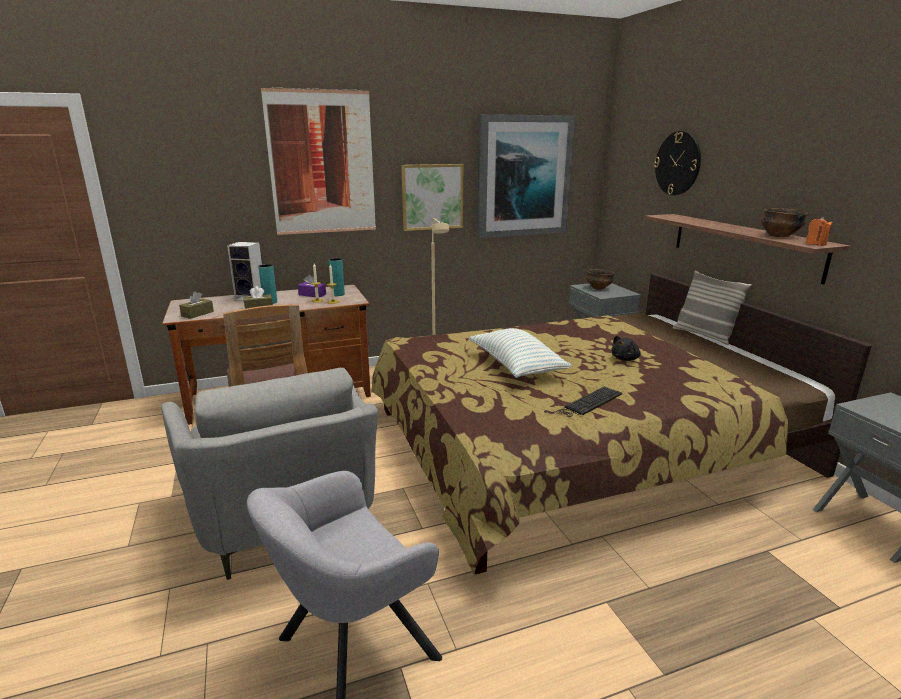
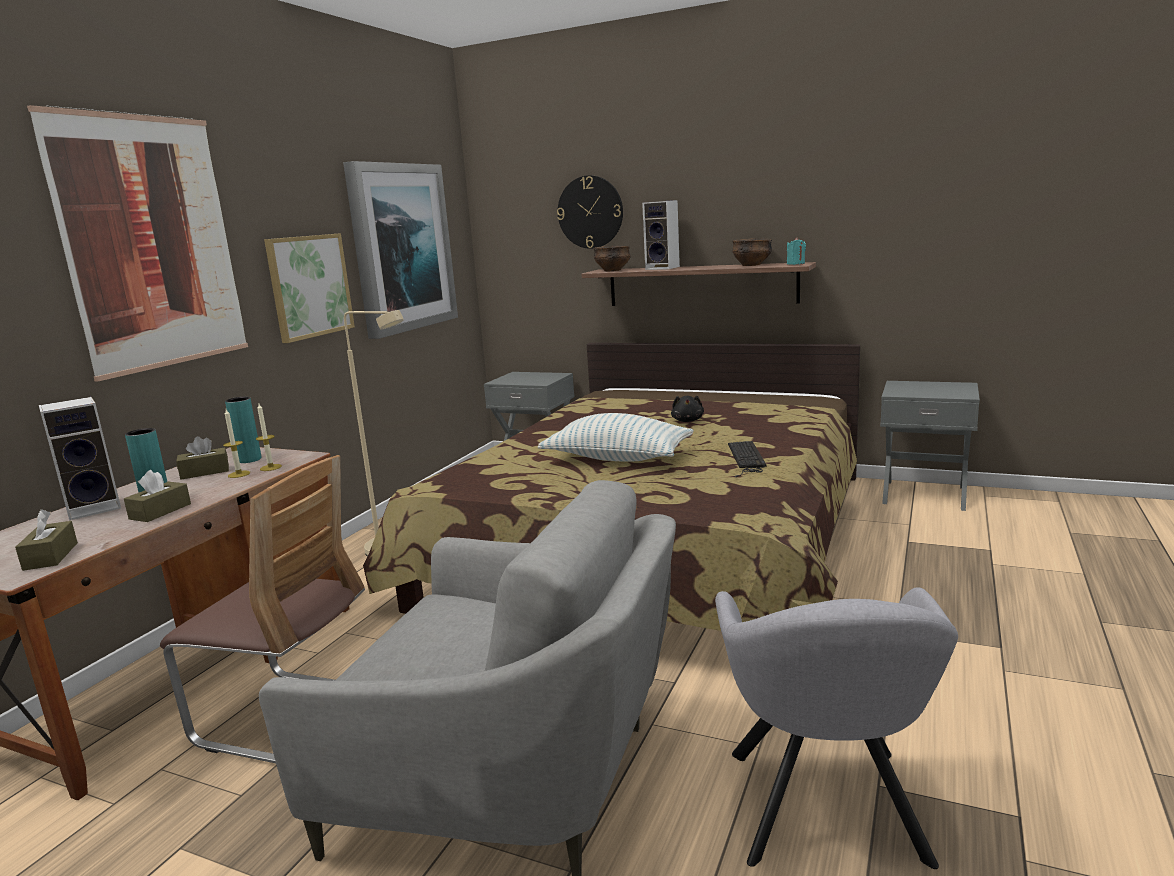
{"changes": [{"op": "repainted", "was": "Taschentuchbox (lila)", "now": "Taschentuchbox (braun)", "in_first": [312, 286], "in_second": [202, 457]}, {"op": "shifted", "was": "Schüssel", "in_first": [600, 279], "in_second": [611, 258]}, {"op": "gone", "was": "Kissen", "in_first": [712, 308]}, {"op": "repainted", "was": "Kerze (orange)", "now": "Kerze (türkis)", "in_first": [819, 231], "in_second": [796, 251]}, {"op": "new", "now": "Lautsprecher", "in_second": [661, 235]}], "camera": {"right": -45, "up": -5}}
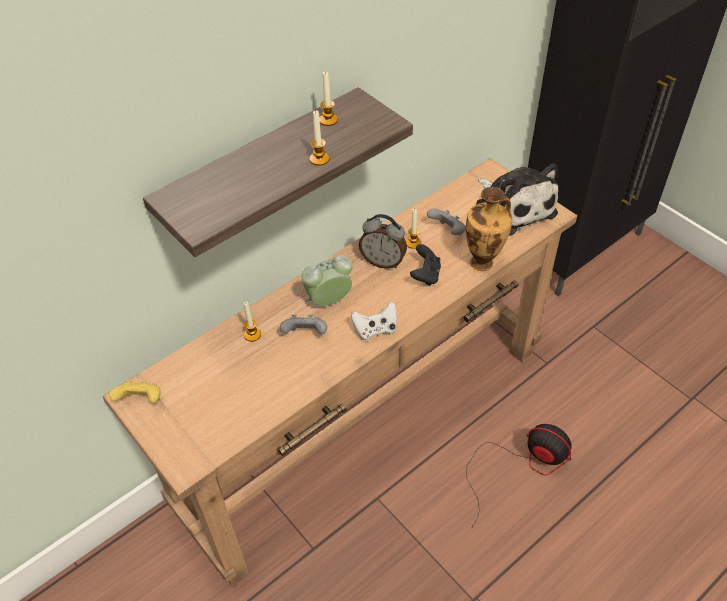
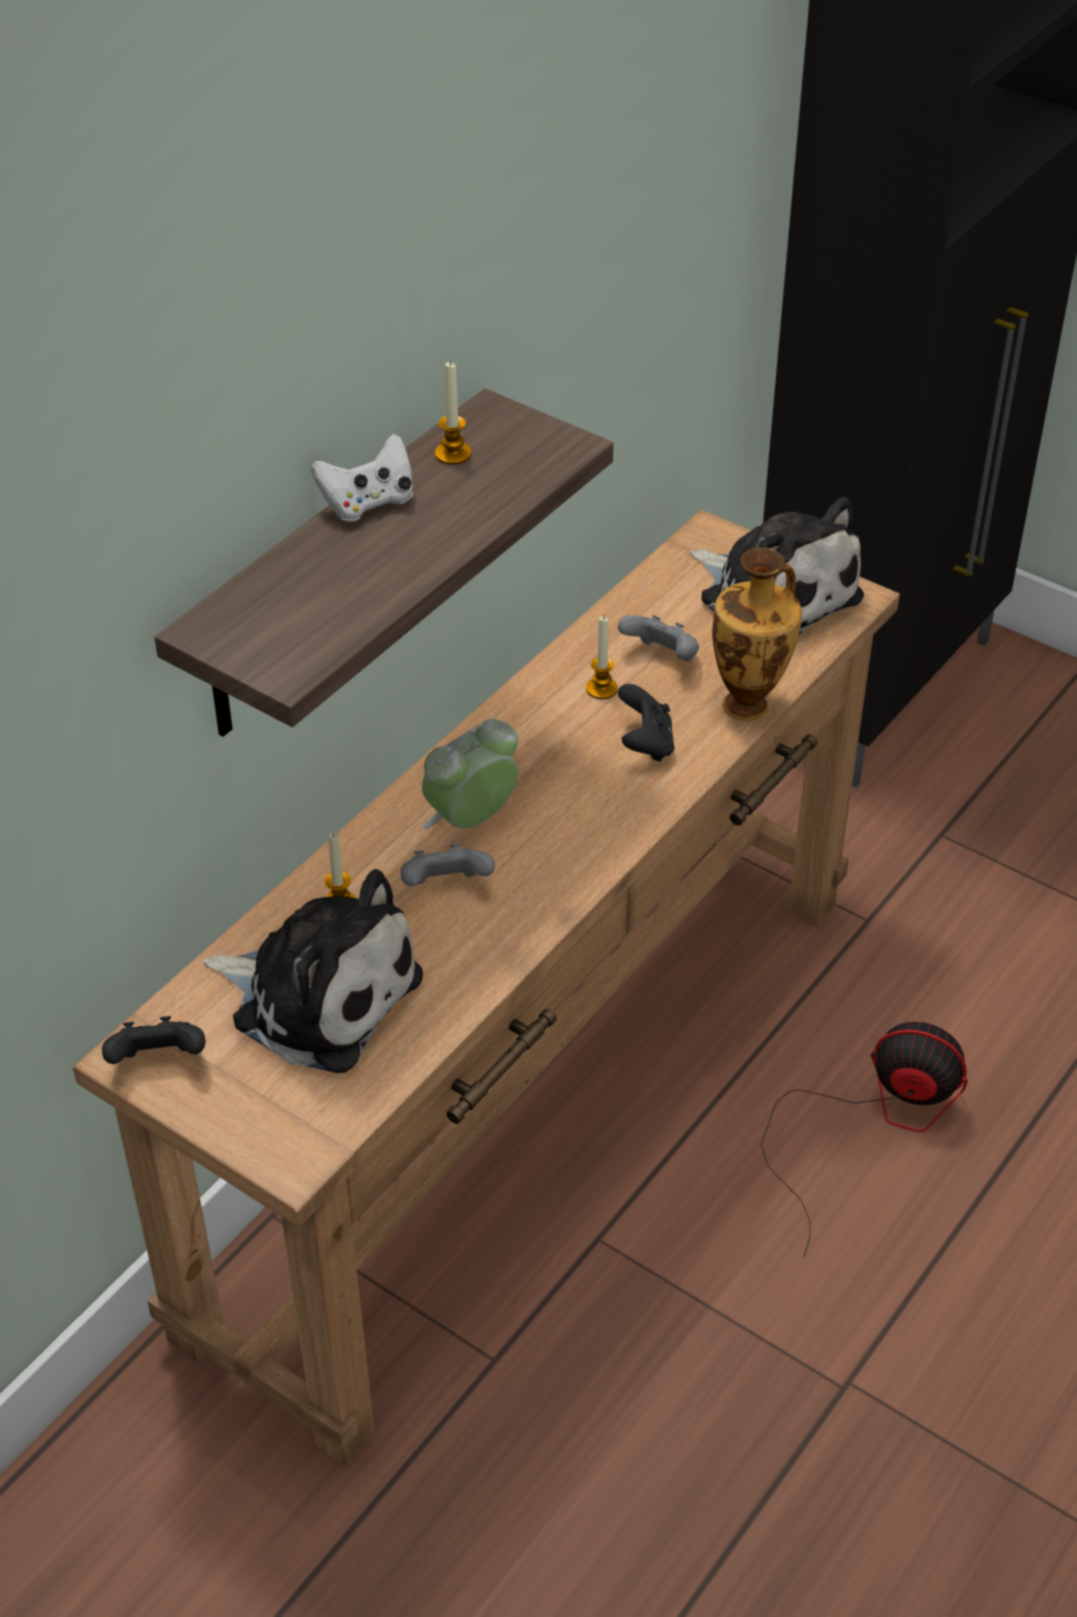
{"changes": [{"op": "repainted", "was": "Gamepad (gelb)", "now": "Gamepad (schwarz)", "in_first": [135, 392], "in_second": [154, 1040]}, {"op": "gone", "was": "Kerze", "in_first": [319, 138]}, {"op": "shifted", "was": "Gamepad (weiß)", "in_first": [374, 321], "in_second": [362, 478]}, {"op": "gone", "was": "Wecker", "in_first": [383, 241]}, {"op": "new", "now": "Plüschtier", "in_second": [313, 971]}], "camera": {"right": -15, "up": -5}}
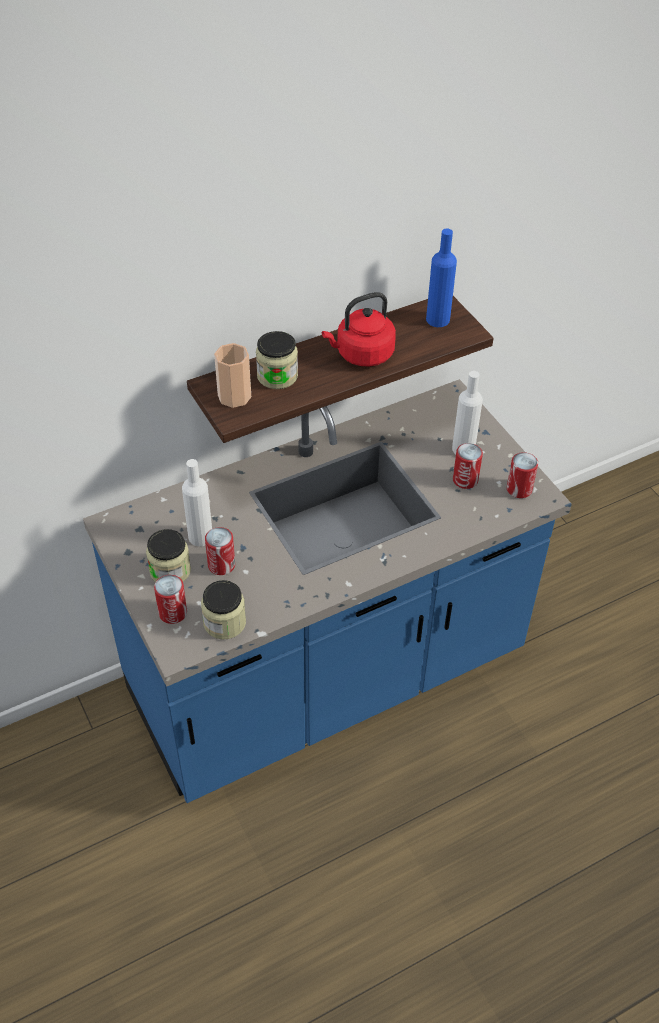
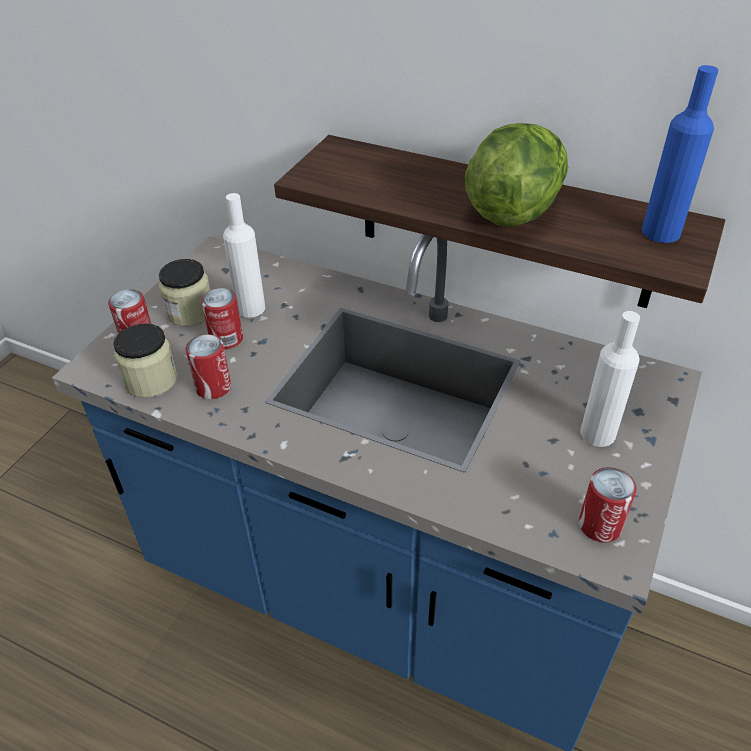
{"changes": [{"op": "gone", "was": "Tasse", "in_first": [232, 375]}, {"op": "gone", "was": "Vorratsglas", "in_first": [277, 360]}, {"op": "swapped", "was": "Wasserkessel (rot)", "now": "Salatkopf", "in_first": [359, 329], "in_second": [516, 175]}, {"op": "shifted", "was": "Dose", "in_first": [468, 466], "in_second": [208, 366]}], "camera": {"right": 55, "up": -5}}
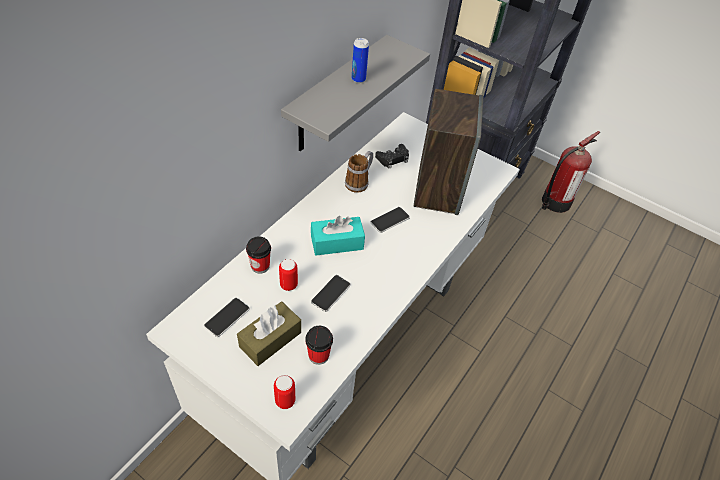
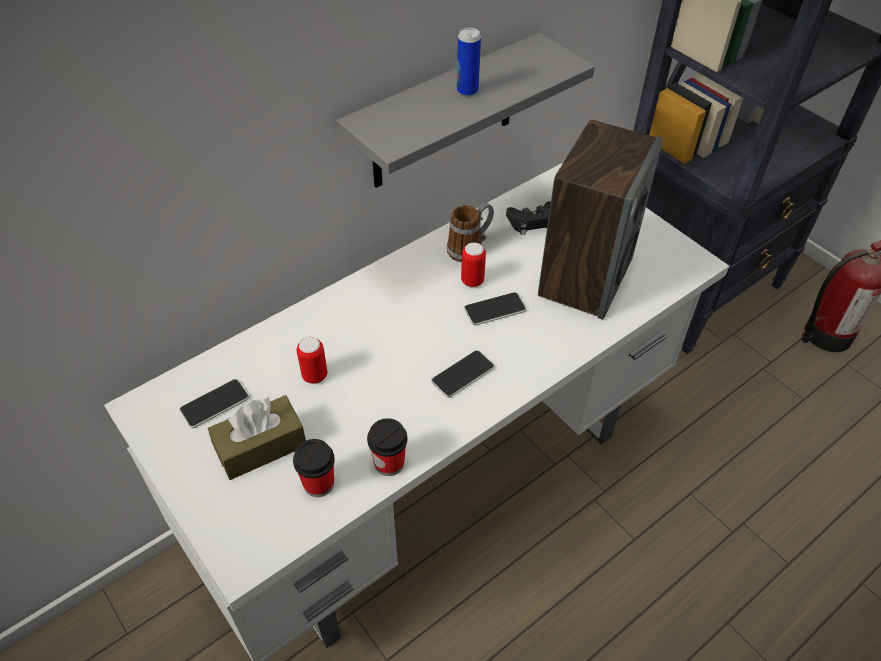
{"changes": [{"op": "shifted", "was": "Tasse", "in_first": [258, 255], "in_second": [387, 447]}, {"op": "shifted", "was": "Dose", "in_first": [284, 392], "in_second": [473, 265]}, {"op": "gone", "was": "Taschentuchbox (türkis)", "in_first": [338, 236]}, {"op": "shifted", "was": "Handy", "in_first": [331, 293], "in_second": [463, 374]}], "camera": {"right": 20, "up": 0}}
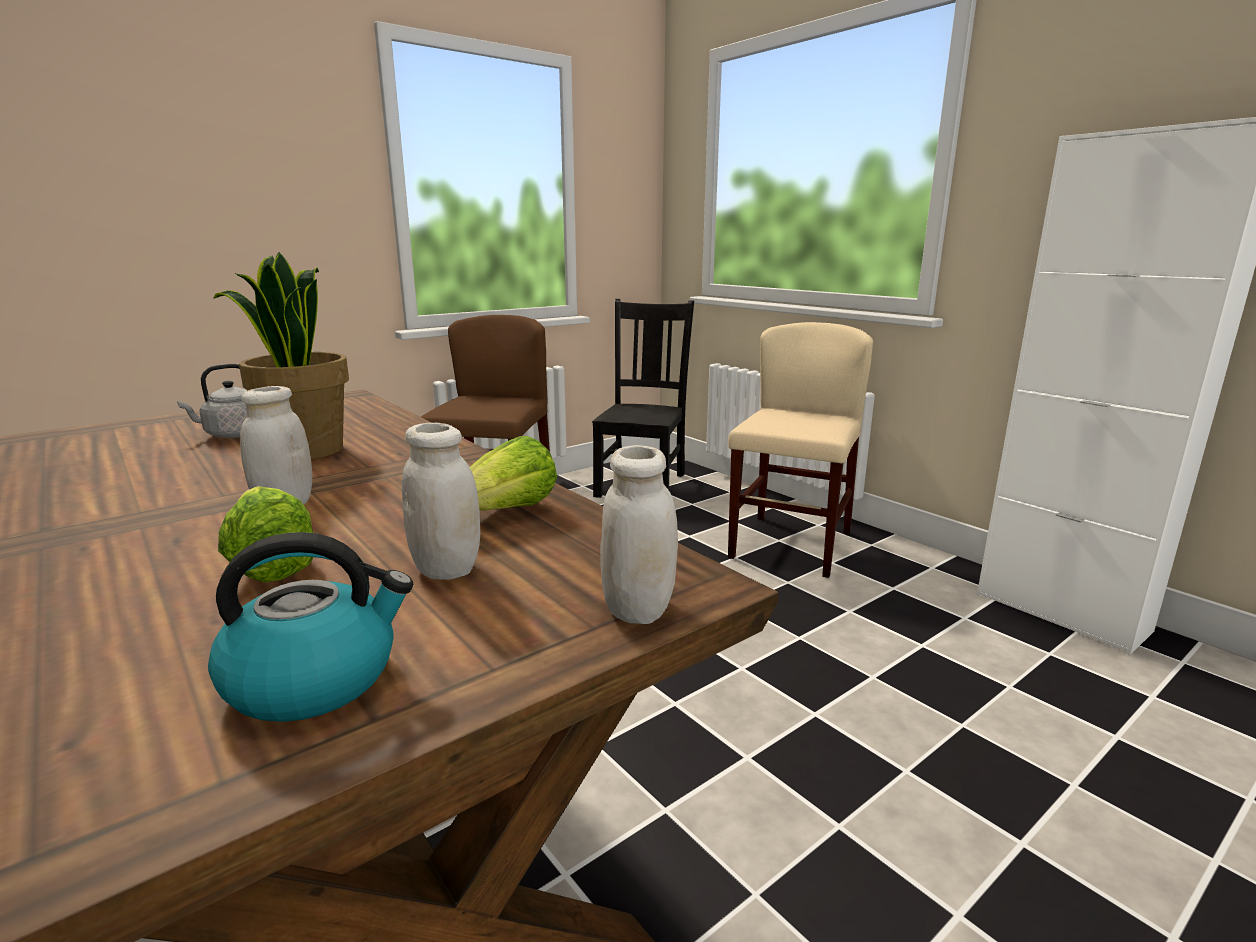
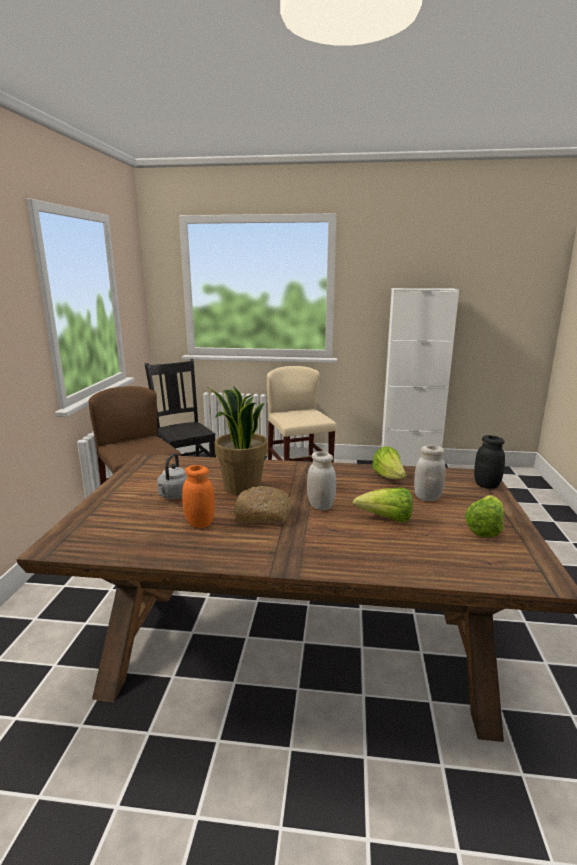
{"changes": [{"op": "swapped", "was": "Wasserkessel", "now": "Salatkopf", "in_first": [310, 627], "in_second": [484, 516]}, {"op": "repainted", "was": "Vorratsglas (weiß)", "now": "Vorratsglas (schwarz)", "in_first": [639, 534], "in_second": [489, 462]}, {"op": "new", "now": "Vorratsglas (orange)", "in_second": [198, 496]}, {"op": "new", "now": "Brot", "in_second": [263, 505]}], "camera": {"right": -45, "up": 0}}
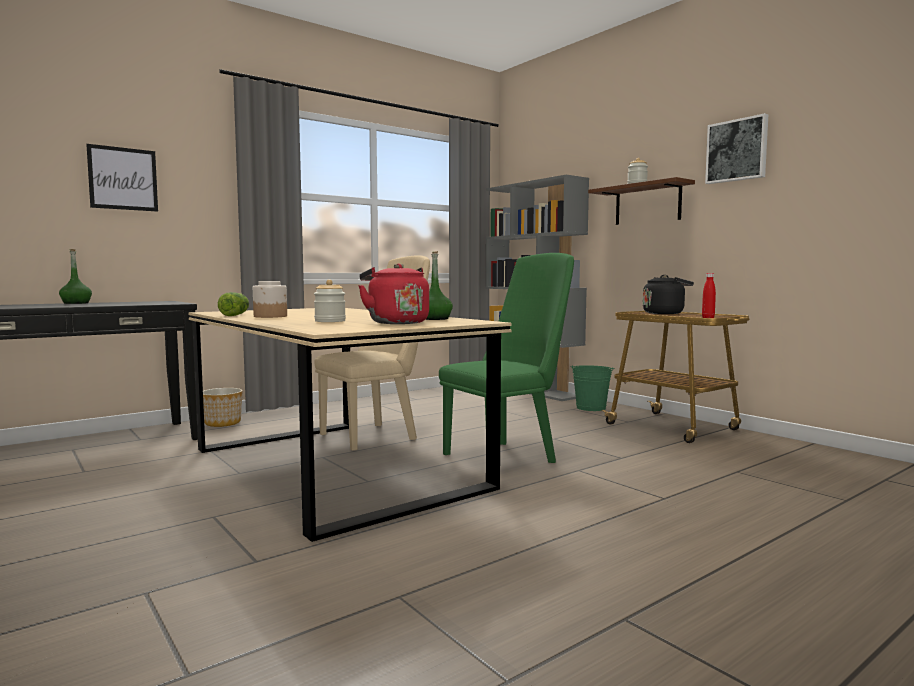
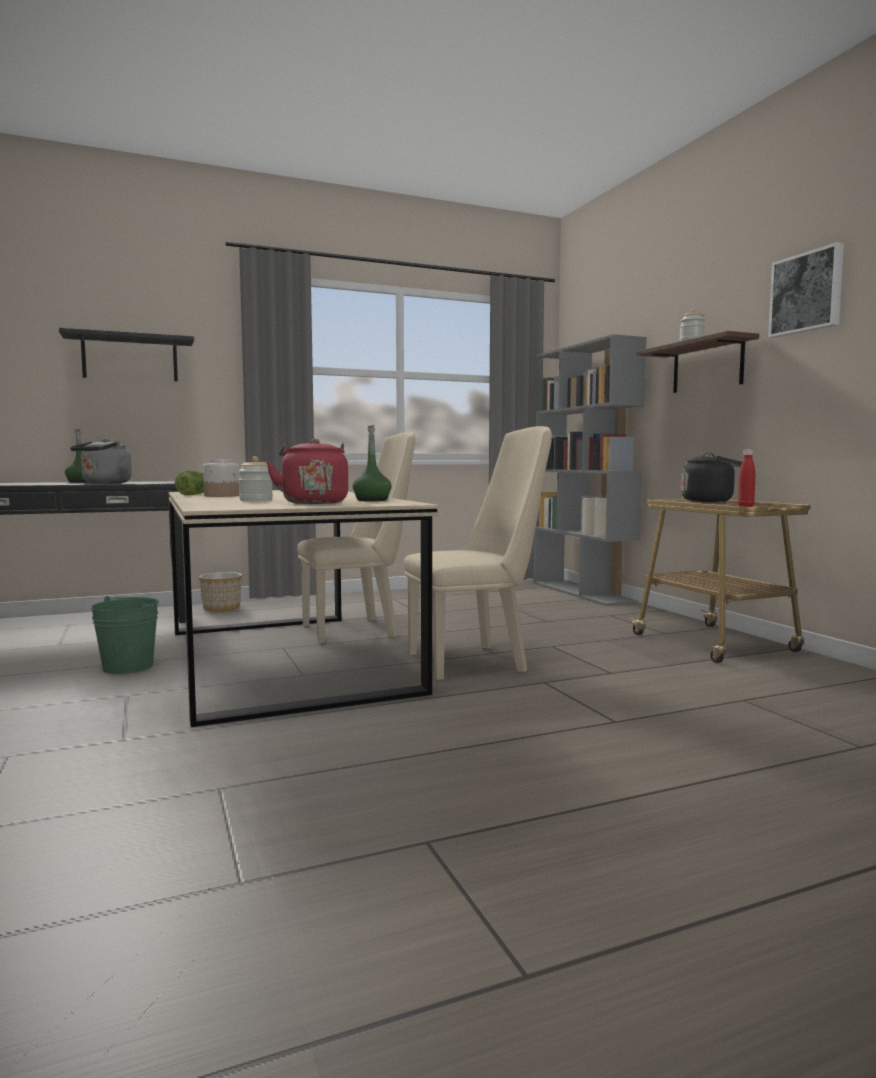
{"changes": [{"op": "swapped", "was": "Bild", "now": "Wandregal (schwarz)", "in_first": [122, 178], "in_second": [126, 354]}, {"op": "repainted", "was": "Stuhl (grün)", "now": "Stuhl (beige)", "in_first": [506, 358], "in_second": [478, 553]}, {"op": "shifted", "was": "Eimer (grün)", "in_first": [593, 388], "in_second": [125, 635]}, {"op": "new", "now": "Wasserkessel (grau)", "in_second": [101, 461]}], "camera": {"right": 15, "up": 0}}
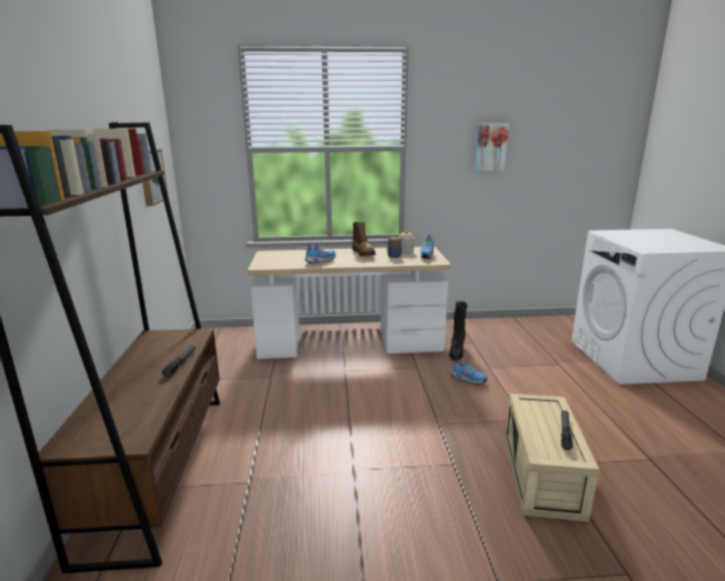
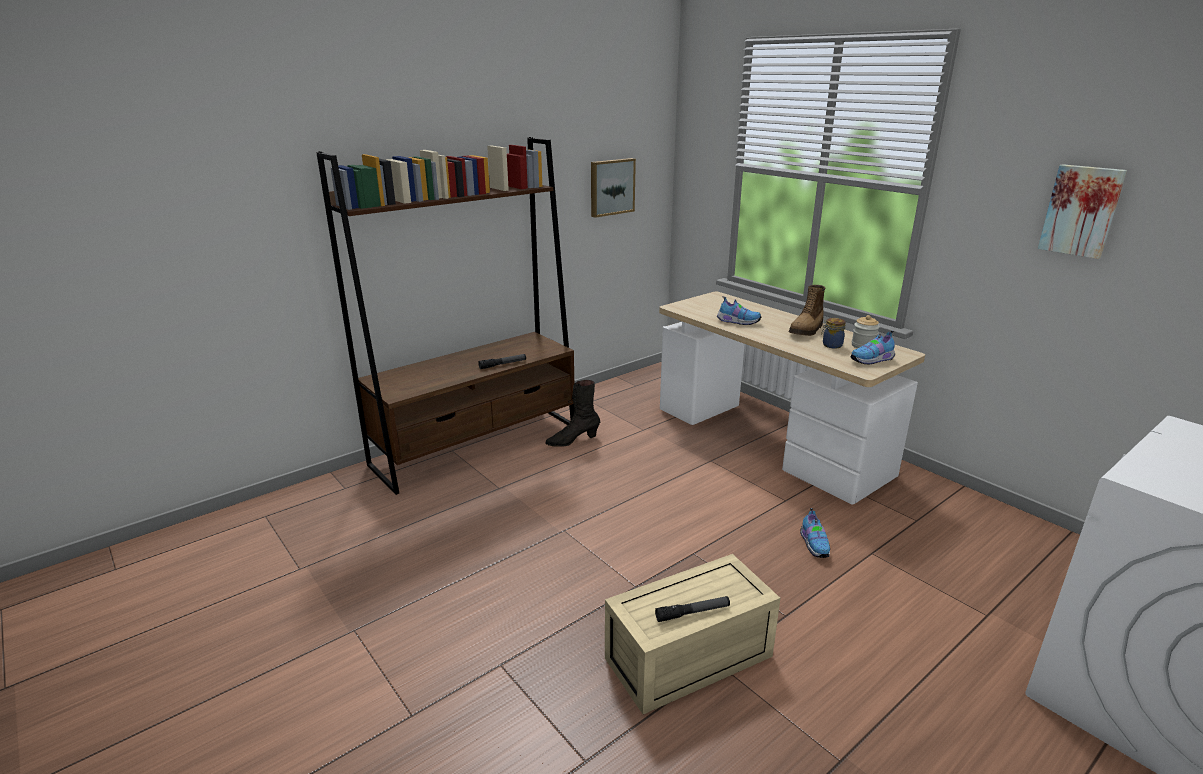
{"changes": [{"op": "shifted", "was": "Stiefel (schwarz)", "in_first": [458, 331], "in_second": [572, 413]}], "camera": {"right": 55, "up": 5}}
